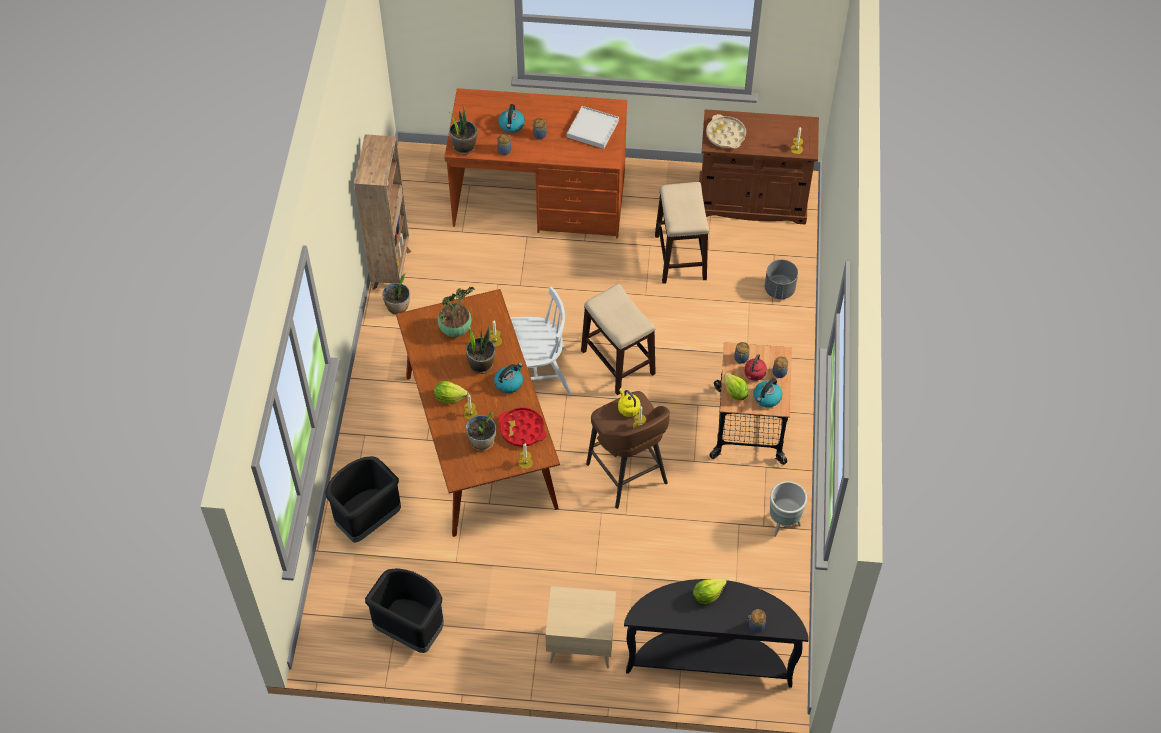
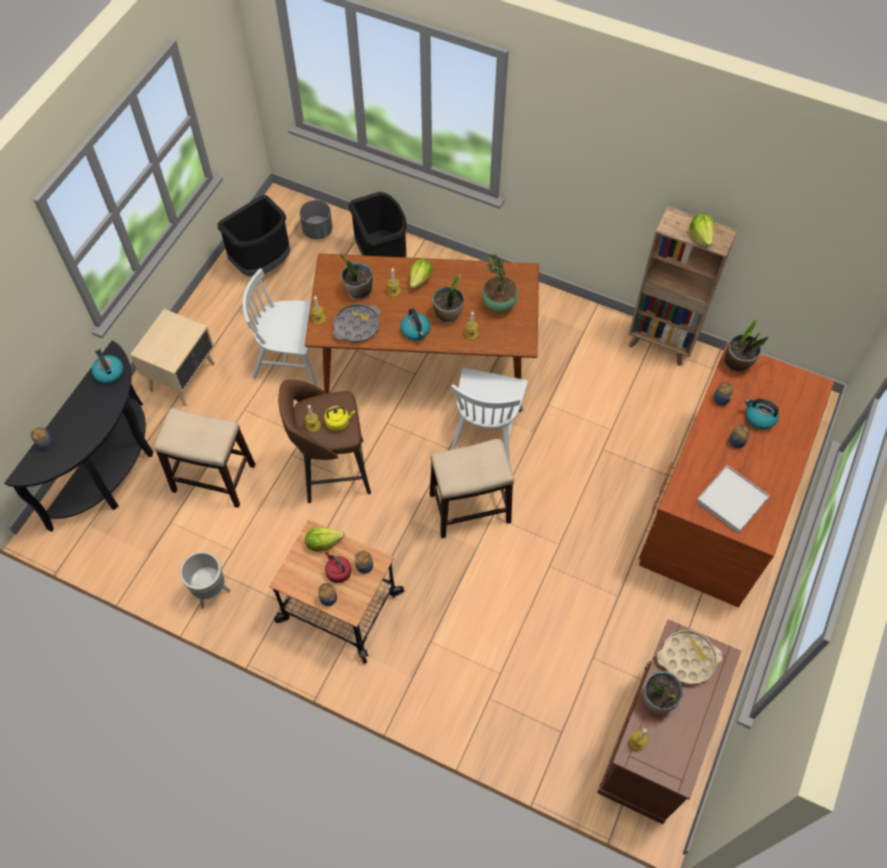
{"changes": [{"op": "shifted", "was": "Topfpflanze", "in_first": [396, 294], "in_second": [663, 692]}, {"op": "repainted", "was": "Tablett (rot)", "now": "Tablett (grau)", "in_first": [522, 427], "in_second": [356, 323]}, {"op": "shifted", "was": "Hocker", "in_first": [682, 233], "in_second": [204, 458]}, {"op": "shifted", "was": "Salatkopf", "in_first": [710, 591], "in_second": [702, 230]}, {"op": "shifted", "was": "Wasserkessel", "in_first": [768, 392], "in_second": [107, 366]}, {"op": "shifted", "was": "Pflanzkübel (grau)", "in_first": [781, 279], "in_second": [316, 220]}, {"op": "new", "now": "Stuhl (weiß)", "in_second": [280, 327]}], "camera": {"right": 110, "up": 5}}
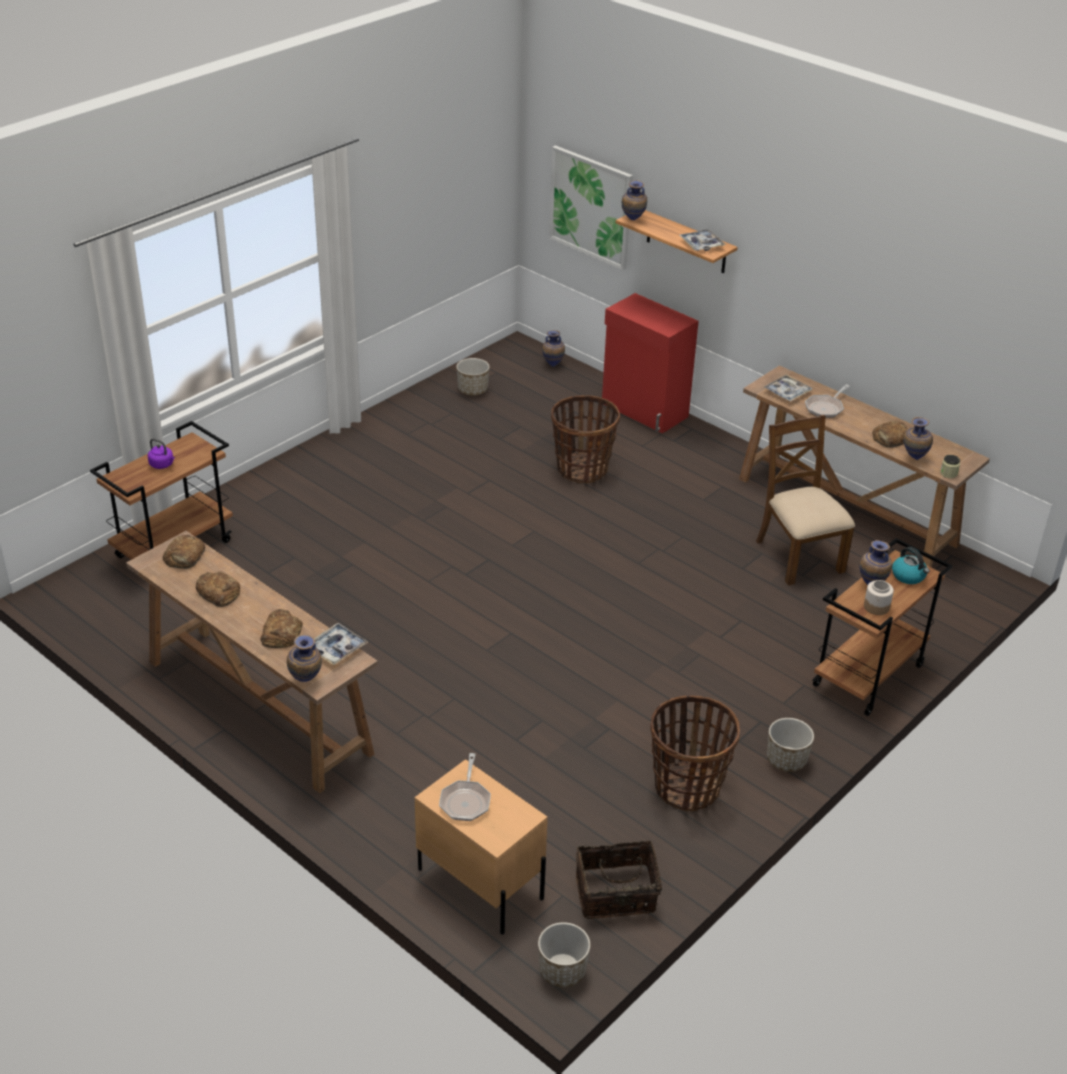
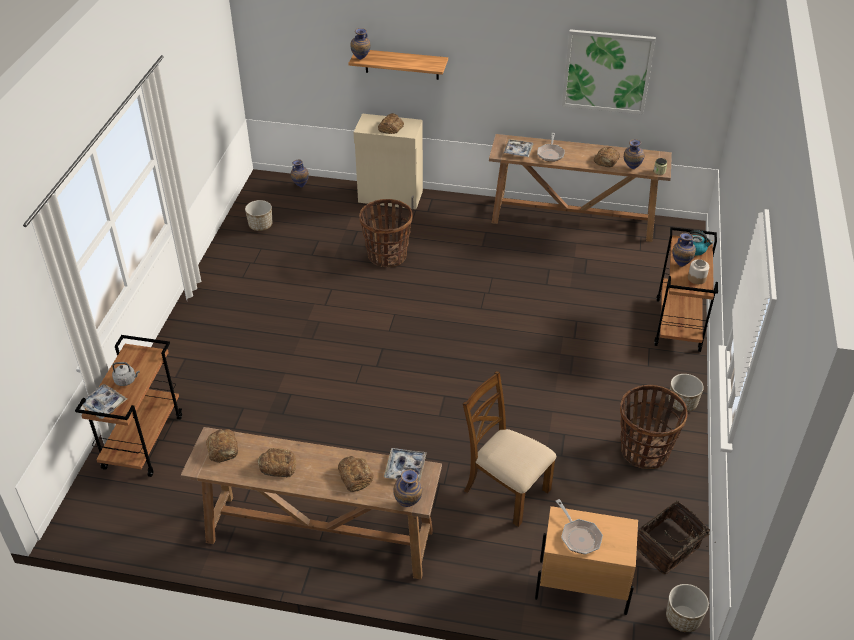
{"changes": [{"op": "repainted", "was": "Wasserkessel (lila)", "now": "Wasserkessel (grau)", "in_first": [161, 453], "in_second": [126, 374]}, {"op": "shifted", "was": "Bild", "in_first": [591, 207], "in_second": [609, 71]}, {"op": "repainted", "was": "Schrank (rot)", "now": "Schrank (beige)", "in_first": [650, 363], "in_second": [388, 161]}, {"op": "shifted", "was": "Tablett", "in_first": [702, 240], "in_second": [102, 401]}, {"op": "shifted", "was": "Stuhl (braun)", "in_first": [805, 500], "in_second": [509, 449]}, {"op": "new", "now": "Brot", "in_second": [391, 123]}], "camera": {"right": -30, "up": 5}}
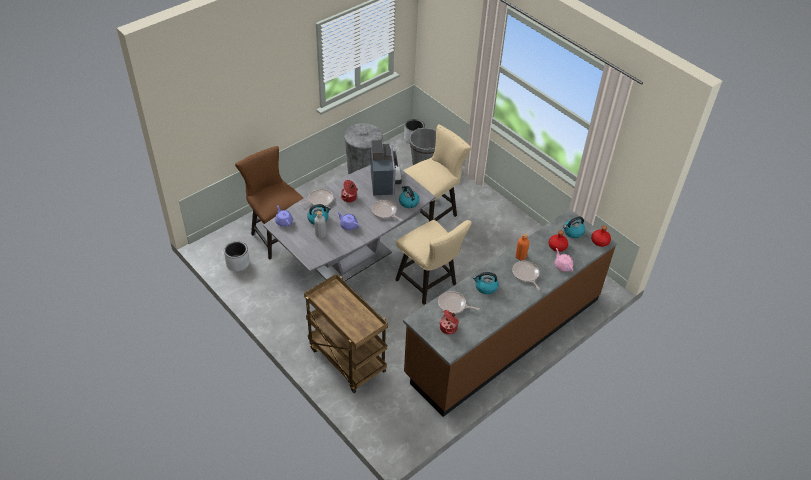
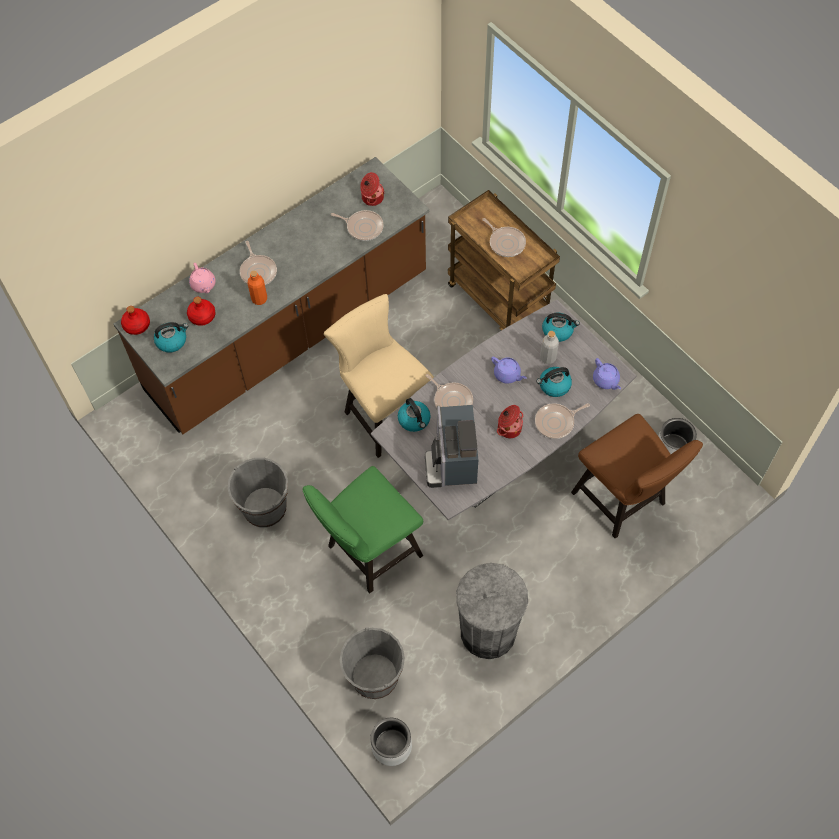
{"changes": [{"op": "repainted", "was": "Stuhl (beige)", "now": "Stuhl (grün)", "in_first": [437, 172], "in_second": [363, 529]}, {"op": "shifted", "was": "Wasserkessel", "in_first": [486, 283], "in_second": [561, 327]}, {"op": "new", "now": "Eimer (grau)", "in_second": [258, 492]}, {"op": "new", "now": "Pfanne", "in_second": [504, 237]}], "camera": {"right": -175, "up": 15}}
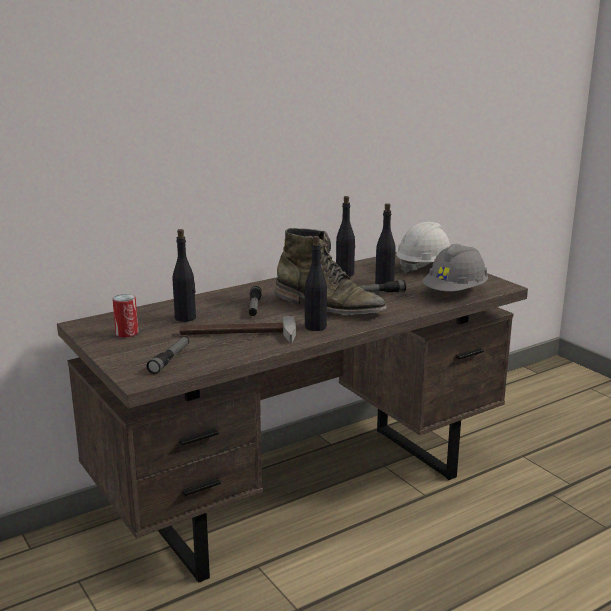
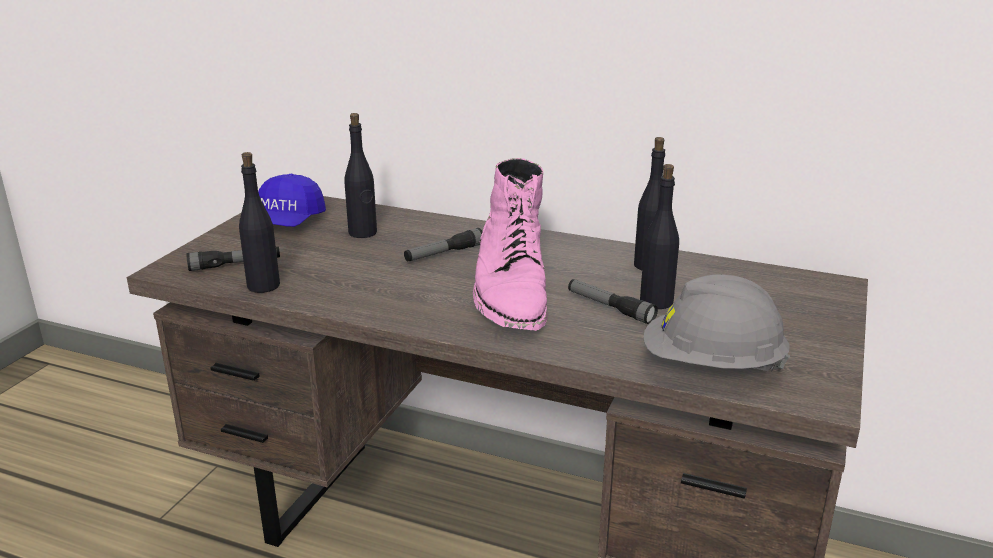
{"changes": [{"op": "swapped", "was": "Dose", "now": "Kappe (blau)", "in_first": [125, 315], "in_second": [292, 200]}, {"op": "gone", "was": "Hammer", "in_first": [237, 330]}, {"op": "repainted", "was": "Stiefel (grün)", "now": "Stiefel (rosa)", "in_first": [330, 271], "in_second": [510, 244]}, {"op": "shifted", "was": "Flasche (schwarz)", "in_first": [316, 283], "in_second": [259, 222]}, {"op": "gone", "was": "Schutzhelm (weiß)", "in_first": [423, 248]}], "camera": {"right": 55, "up": 5}}
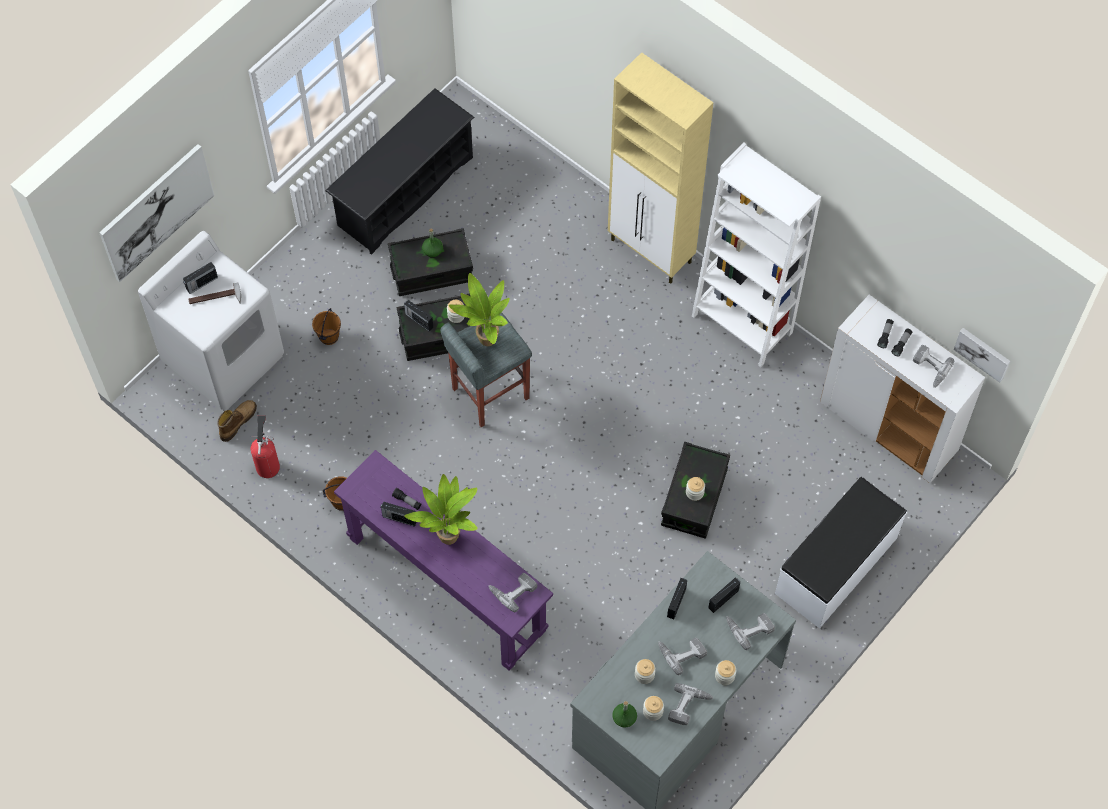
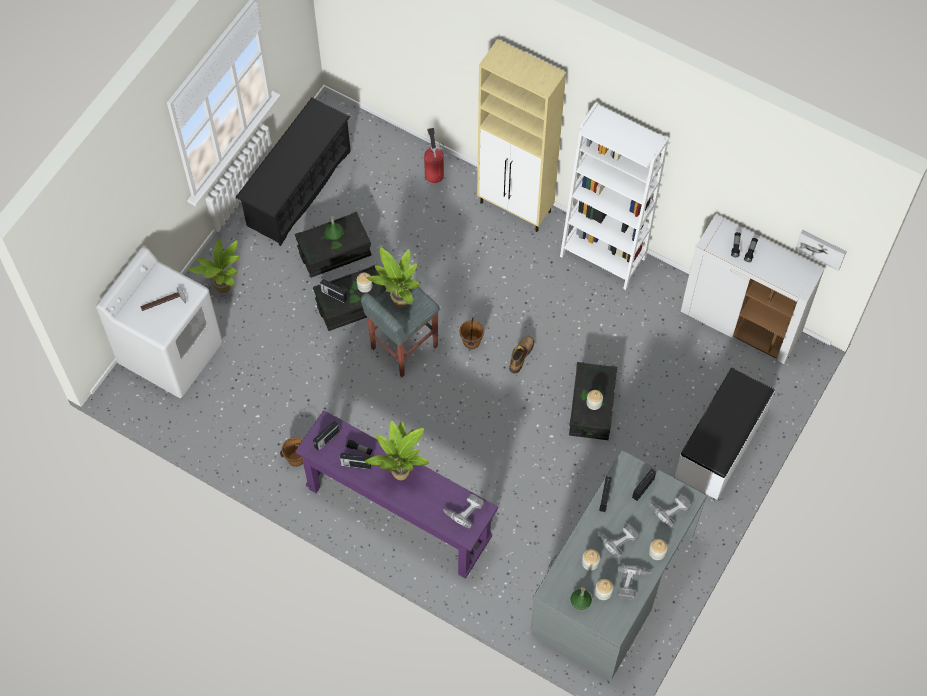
{"changes": [{"op": "gone", "was": "Bild", "in_first": [156, 213]}, {"op": "shifted", "was": "Radio", "in_first": [200, 278], "in_second": [326, 435]}, {"op": "shifted", "was": "Stiefel", "in_first": [237, 421], "in_second": [521, 355]}, {"op": "shifted", "was": "Feuerlöscher", "in_first": [265, 446], "in_second": [434, 155]}, {"op": "shifted", "was": "Eimer (braun)", "in_first": [326, 326], "in_second": [472, 333]}, {"op": "gone", "was": "Bohrmaschine", "in_first": [933, 366]}, {"op": "new", "now": "Topfpflanze", "in_second": [214, 265]}], "camera": {"right": -10, "up": 0}}
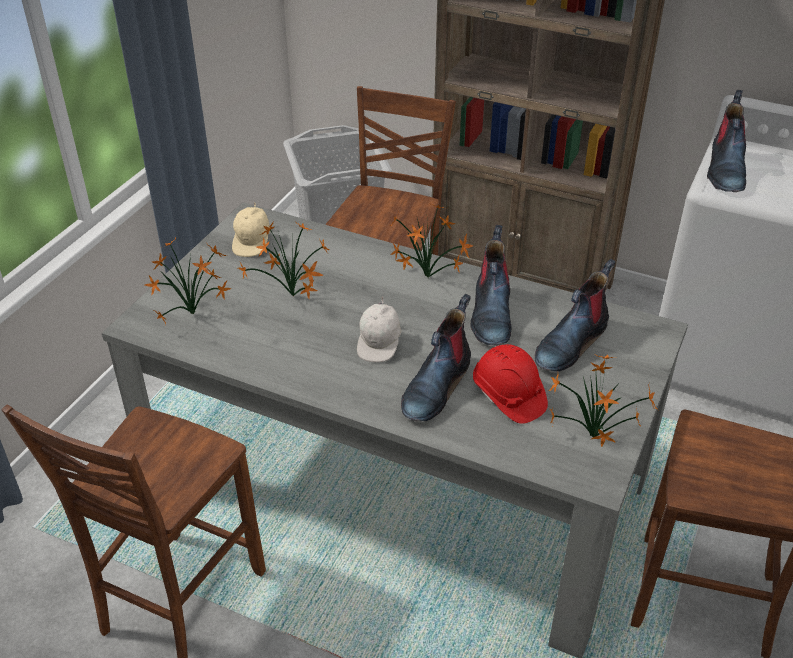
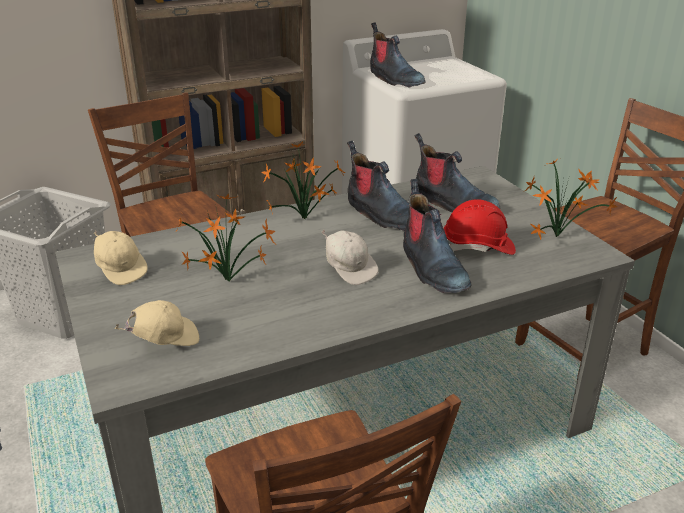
{"changes": [{"op": "swapped", "was": "Topfpflanze", "now": "Kappe (beige)", "in_first": [188, 281], "in_second": [157, 323]}, {"op": "rotated", "was": "Stiefel", "in_first": [575, 315], "in_second": [457, 172], "clockwise": -45}], "camera": {"right": -50, "up": -10}}
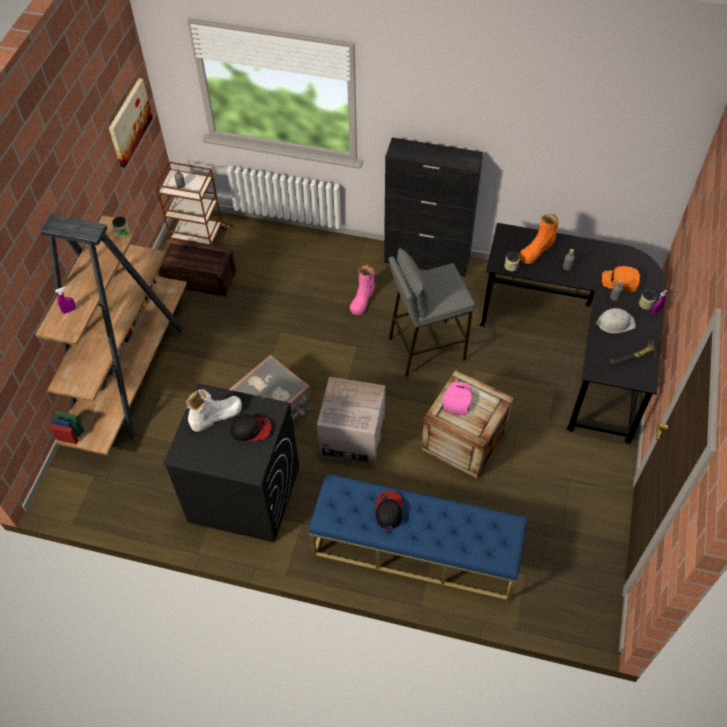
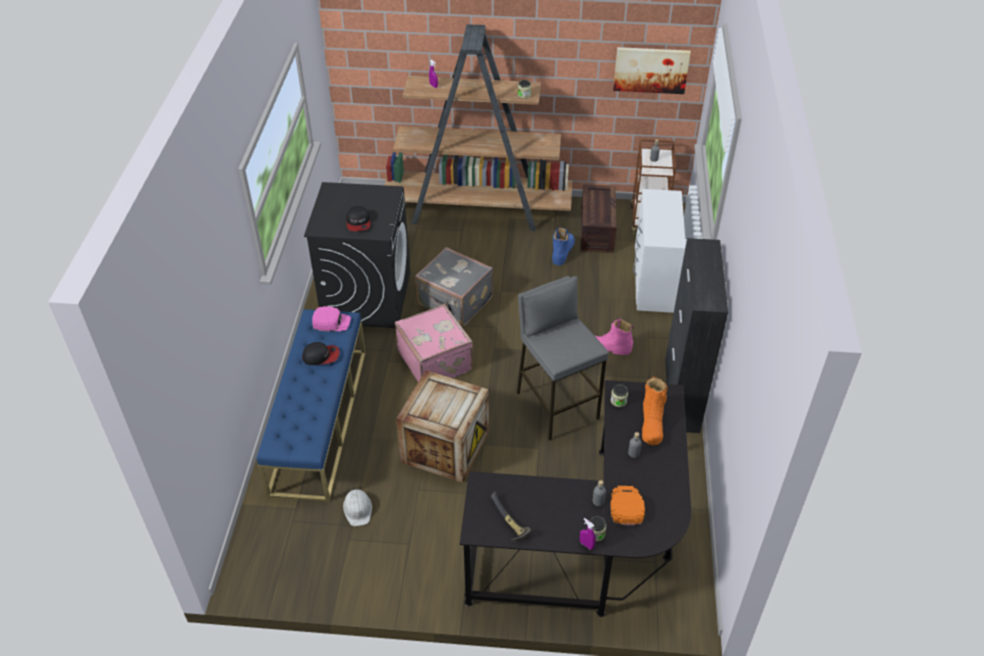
{"changes": [{"op": "gone", "was": "Stiefel (weiß)", "in_first": [214, 411]}, {"op": "swapped", "was": "Karton", "now": "Koffer (rosa)", "in_first": [351, 421], "in_second": [434, 343]}, {"op": "shifted", "was": "Kappe (rosa)", "in_first": [457, 398], "in_second": [331, 319]}, {"op": "rotated", "was": "Stiefel (orange)", "in_first": [539, 238], "in_second": [654, 410], "clockwise": -120}, {"op": "shifted", "was": "Schutzhelm (weiß)", "in_first": [616, 320], "in_second": [357, 507]}, {"op": "new", "now": "Stiefel (blau)", "in_second": [563, 246]}, {"op": "new", "now": "Kommode (weiß)", "in_second": [659, 251]}], "camera": {"right": 80, "up": -10}}
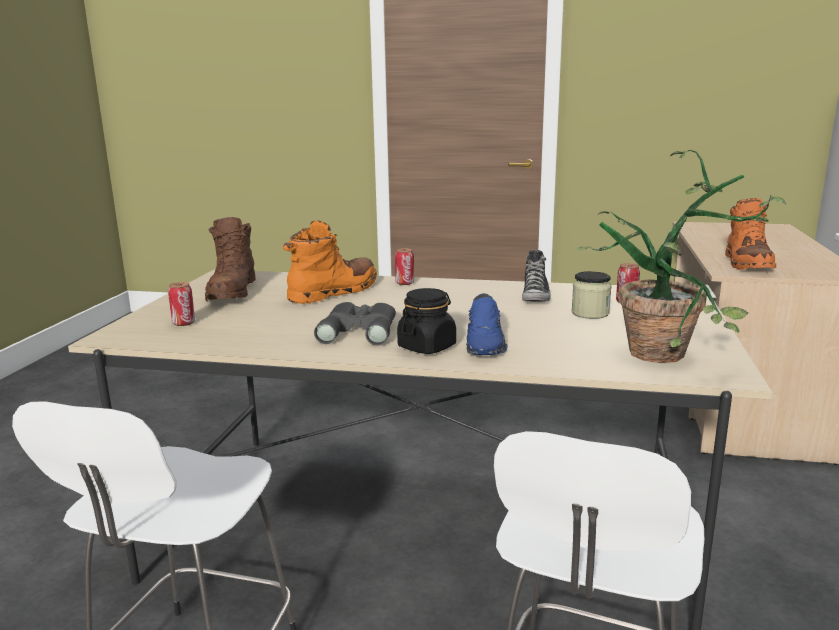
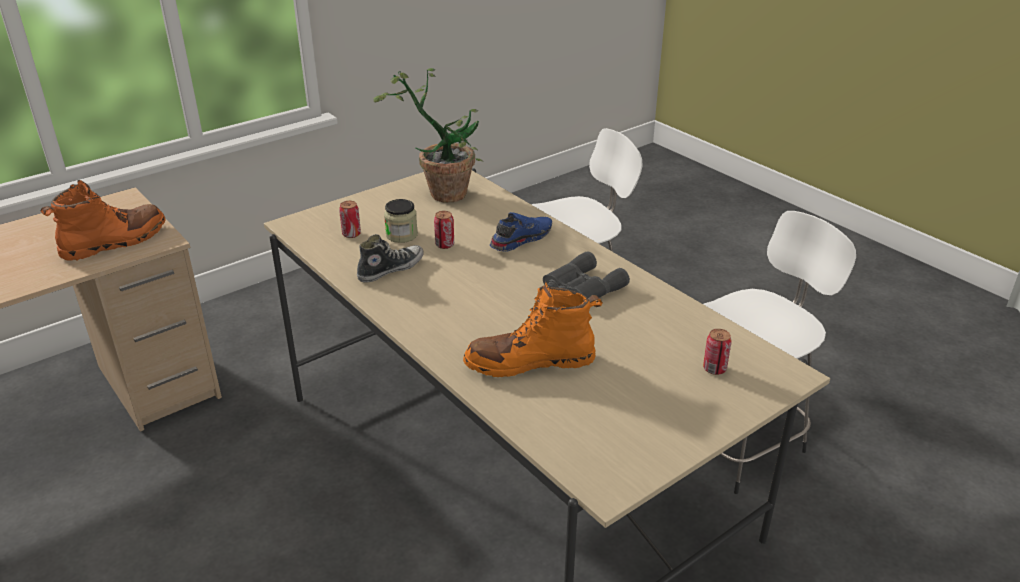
{"changes": [{"op": "gone", "was": "Stiefel (braun)", "in_first": [230, 259]}, {"op": "shifted", "was": "Dose", "in_first": [404, 266], "in_second": [444, 230]}, {"op": "gone", "was": "Vorratsglas (schwarz)", "in_first": [426, 321]}], "camera": {"right": -140, "up": 15}}
